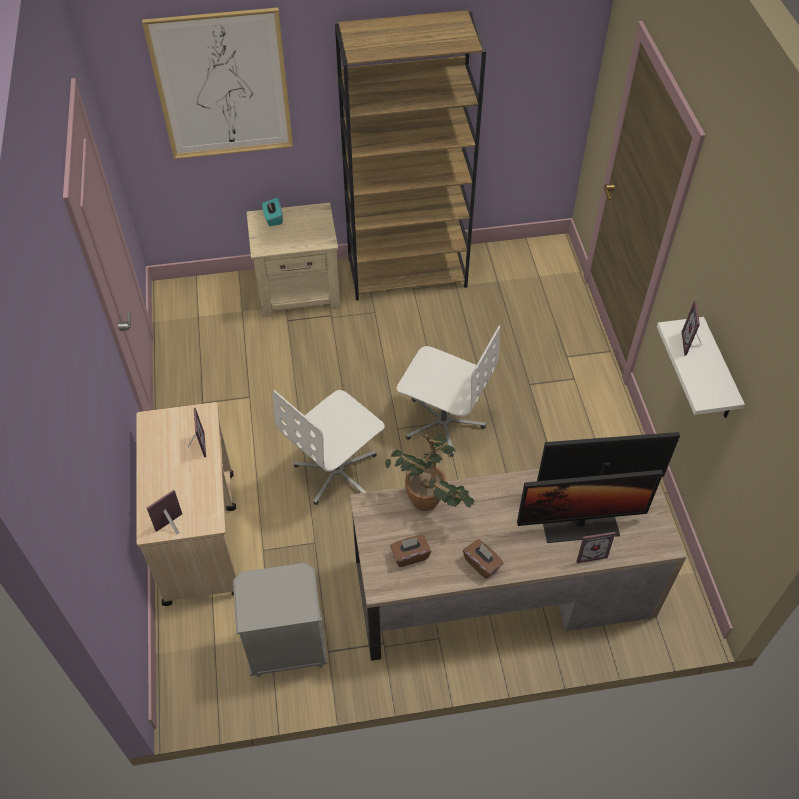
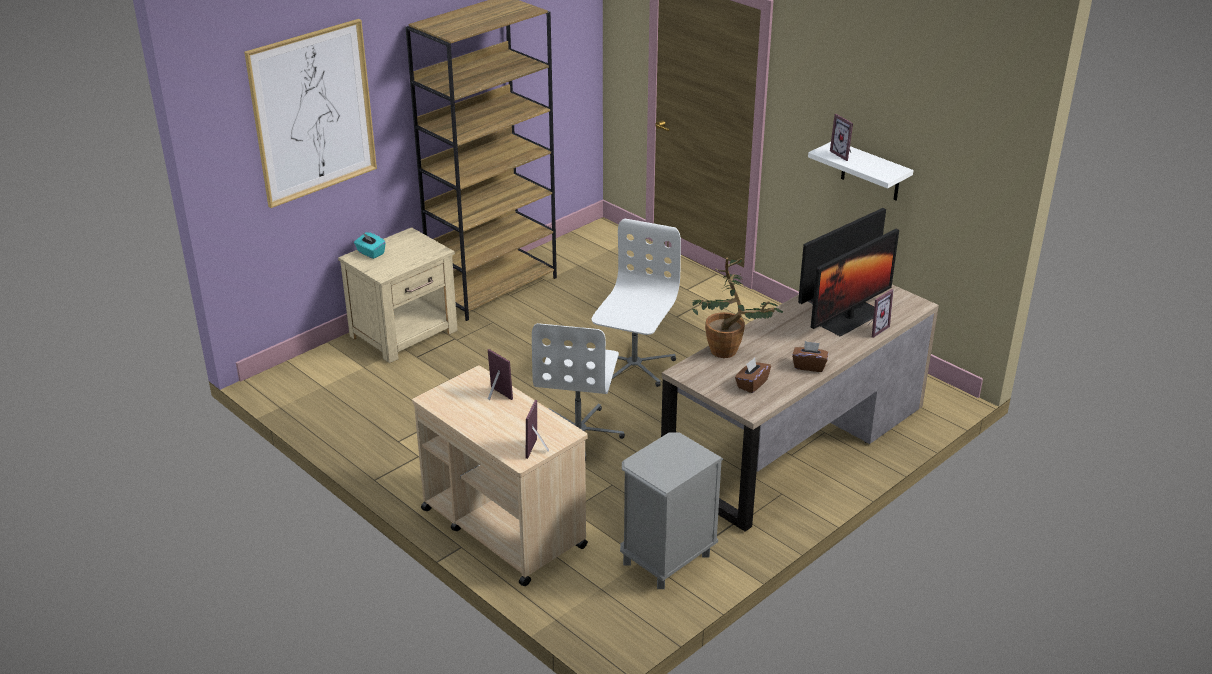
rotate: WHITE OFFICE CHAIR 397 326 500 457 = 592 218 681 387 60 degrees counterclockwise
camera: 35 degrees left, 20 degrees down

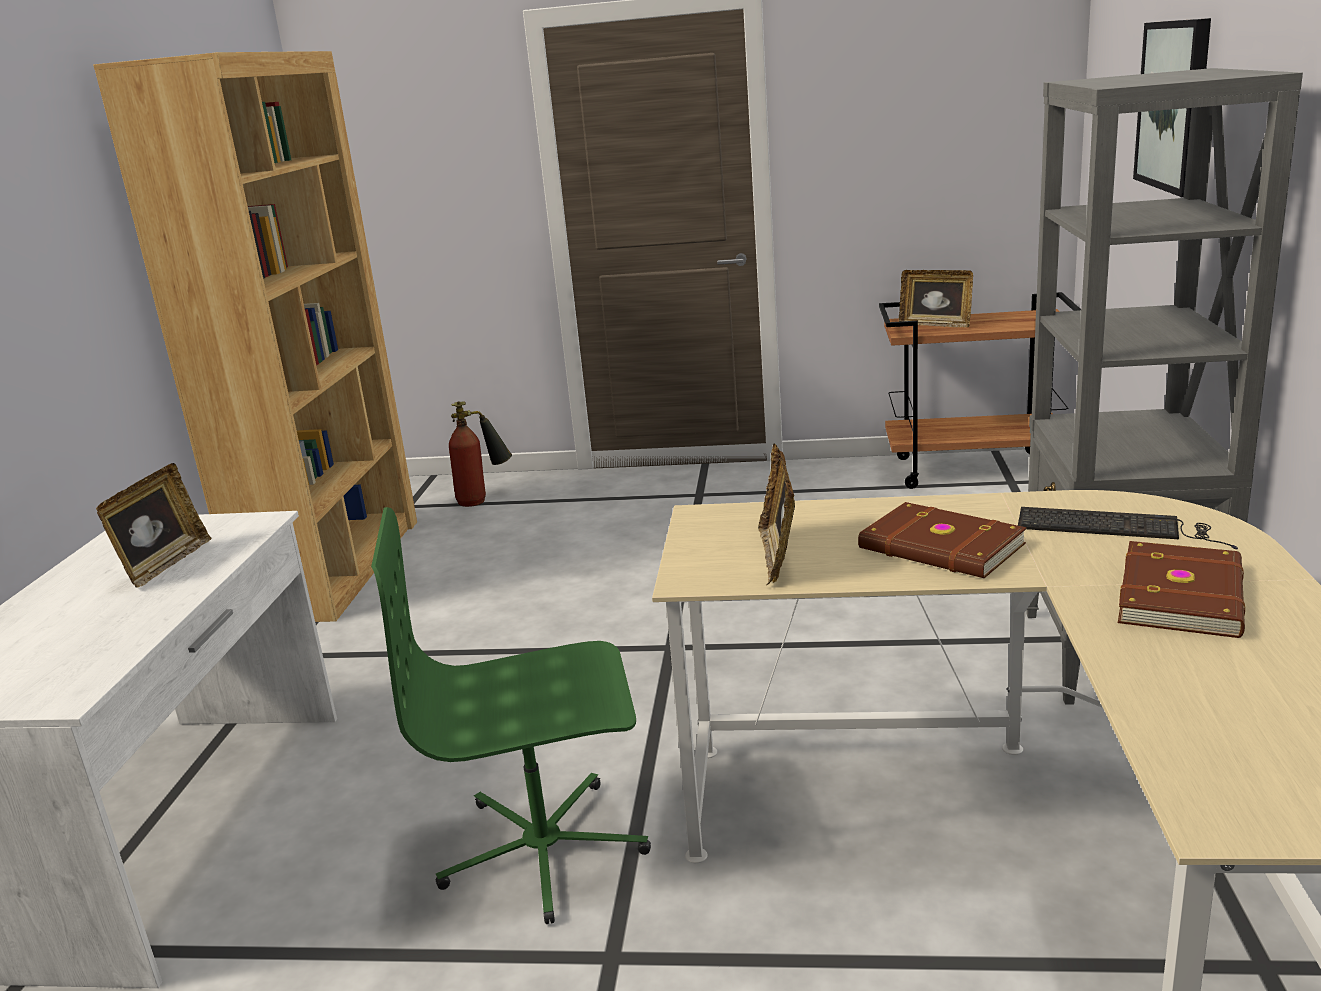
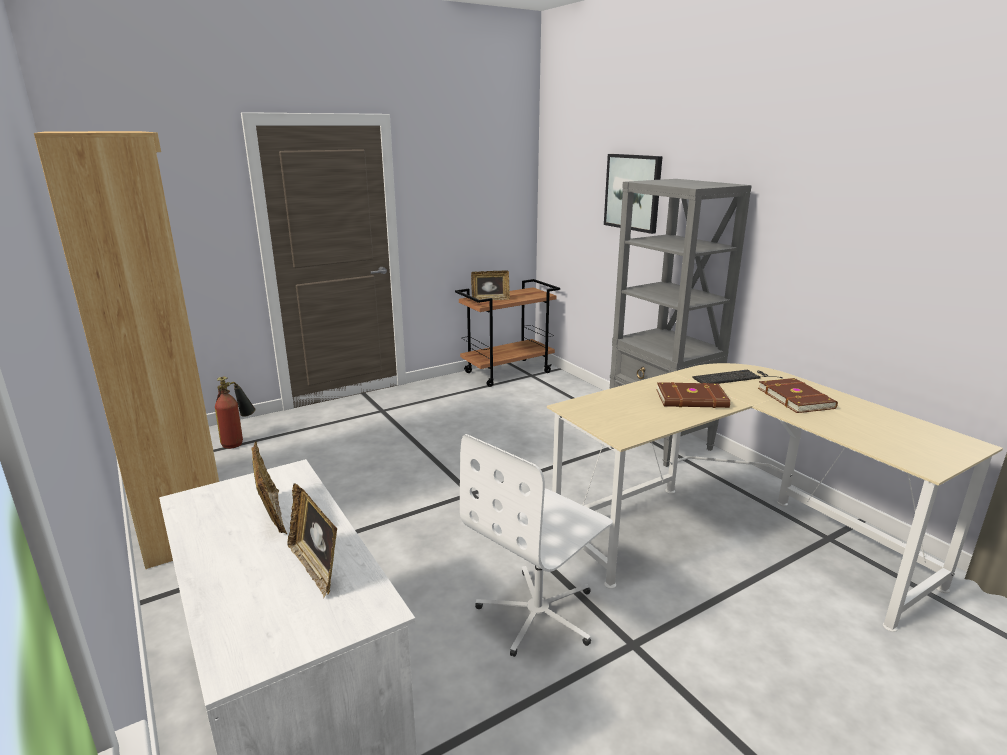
move: PICTURE FRAME 758 443 795 585 to 287 483 337 598
recolor: GREEN OFFICE CHAIR 371 507 651 924 to WHITE OFFICE CHAIR 460 434 613 657
camera: 40 degrees left, 0 degrees up

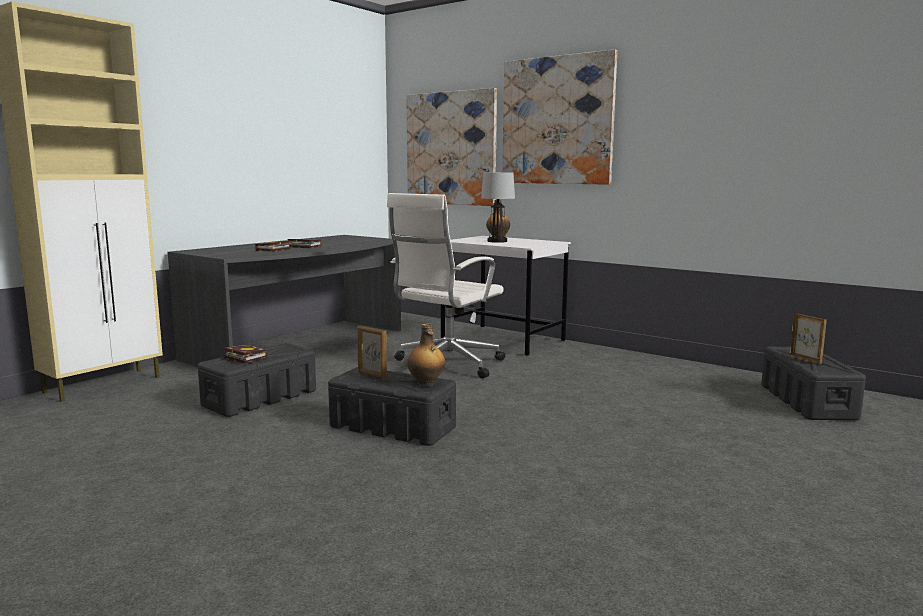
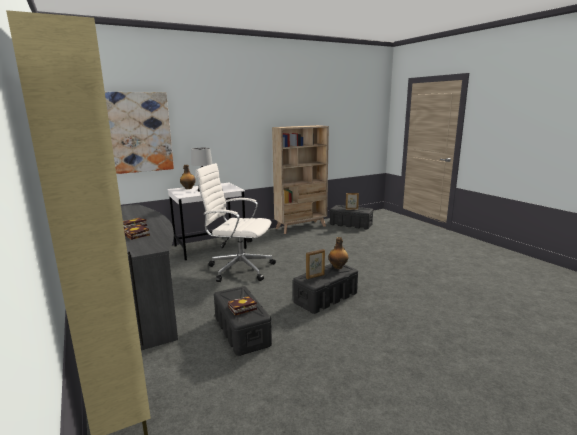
delete: PICTURE 502 49 617 185
insert: BEIGE BOOKCASE 272 125 329 234
rotate: WHITE OFFICE CHAIR 387 193 505 379 = 196 163 276 282 135 degrees clockwise
camera: 65 degrees left, 5 degrees up

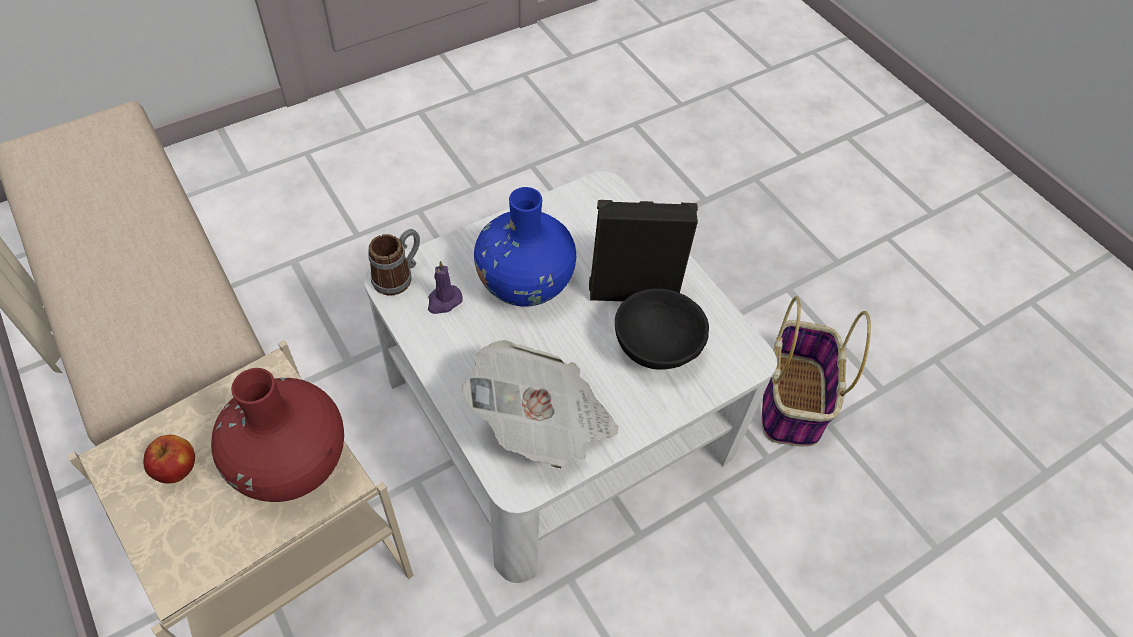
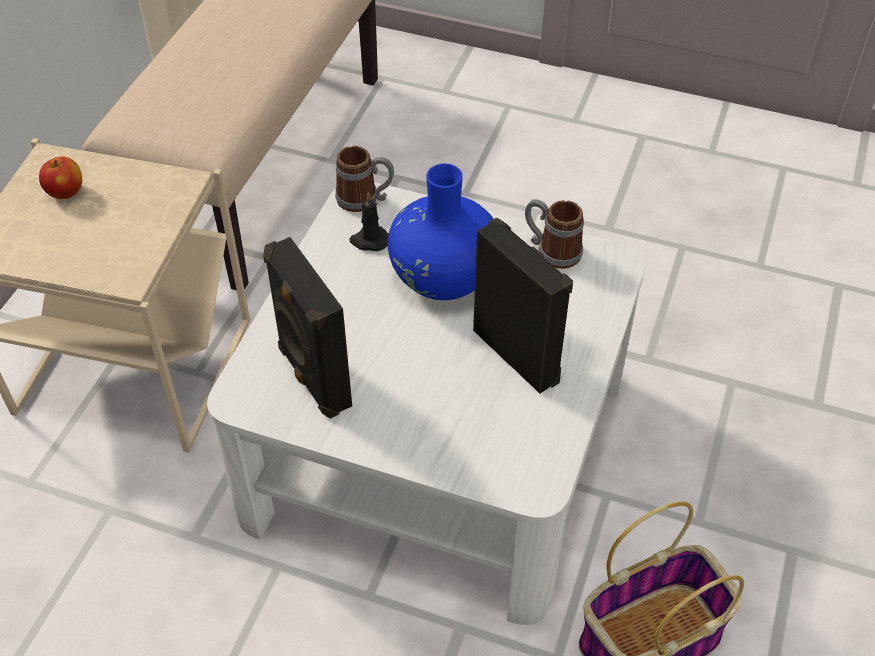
delete: RED VASE 211 368 344 502; BLACK BOWL 615 288 709 370
insert: MUG 525 199 584 269
replace: NEWSPAPER 462 340 618 469 to BLACK SPEAKER 263 237 352 419
recolor: PURPLE CANDLE 428 261 463 314 to BLACK CANDLE 349 192 389 251
camera: 55 degrees right, 5 degrees down

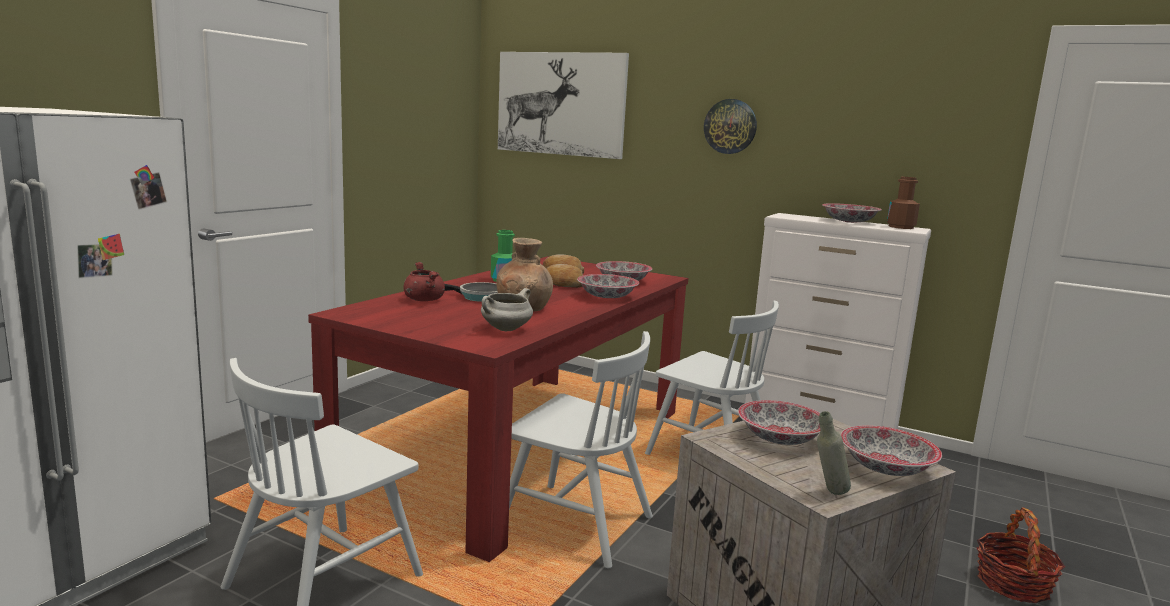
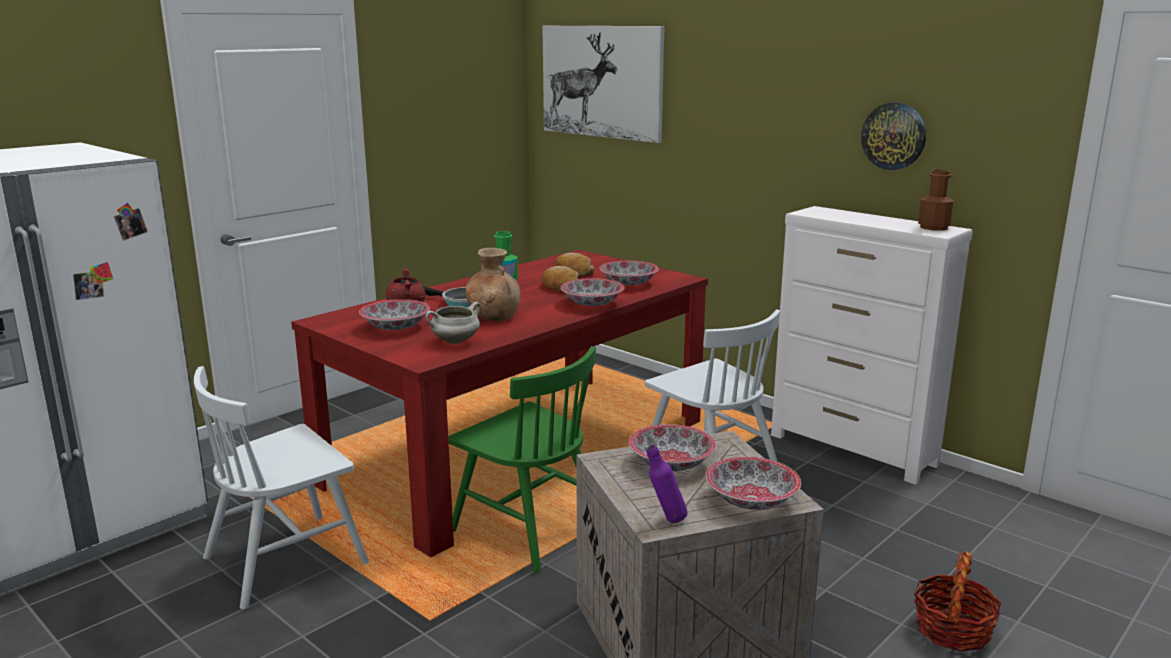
move: WALL CLOCK 704 99 757 154 to 861 103 926 170; BOWL 822 203 882 223 to 359 299 430 330
recolor: WHITE CHAIR 509 331 653 569 to GREEN CHAIR 448 346 596 573; GREY BOTTLE 817 411 851 495 to PURPLE BOTTLE 647 445 687 523
camera: 15 degrees right, 5 degrees up

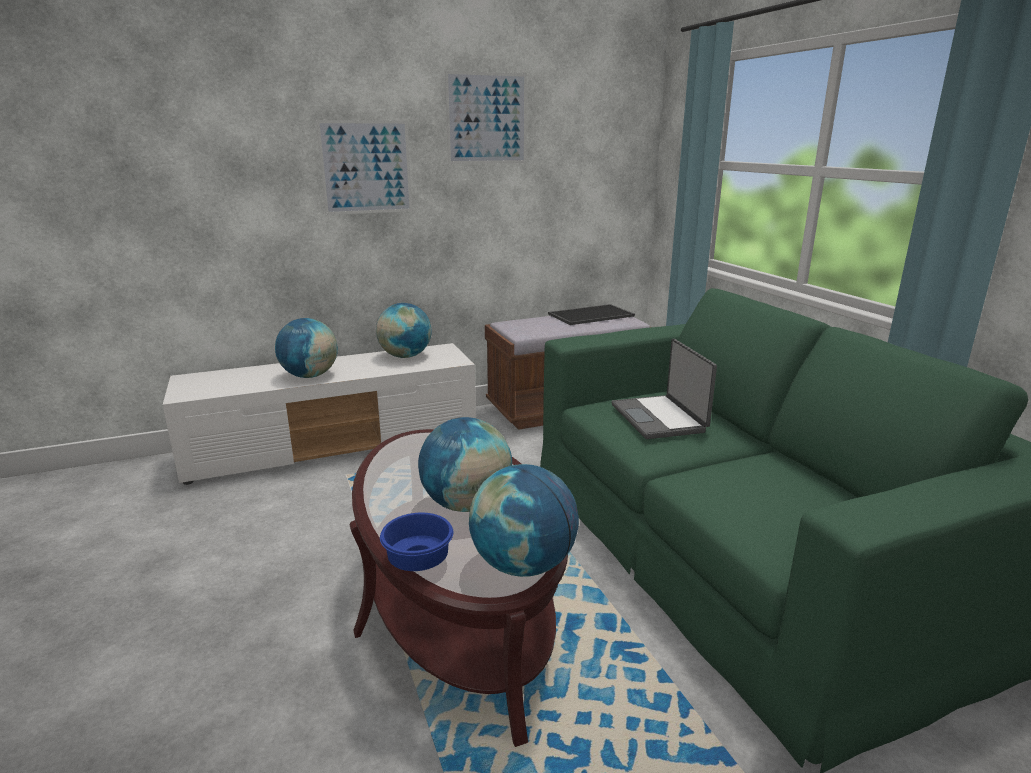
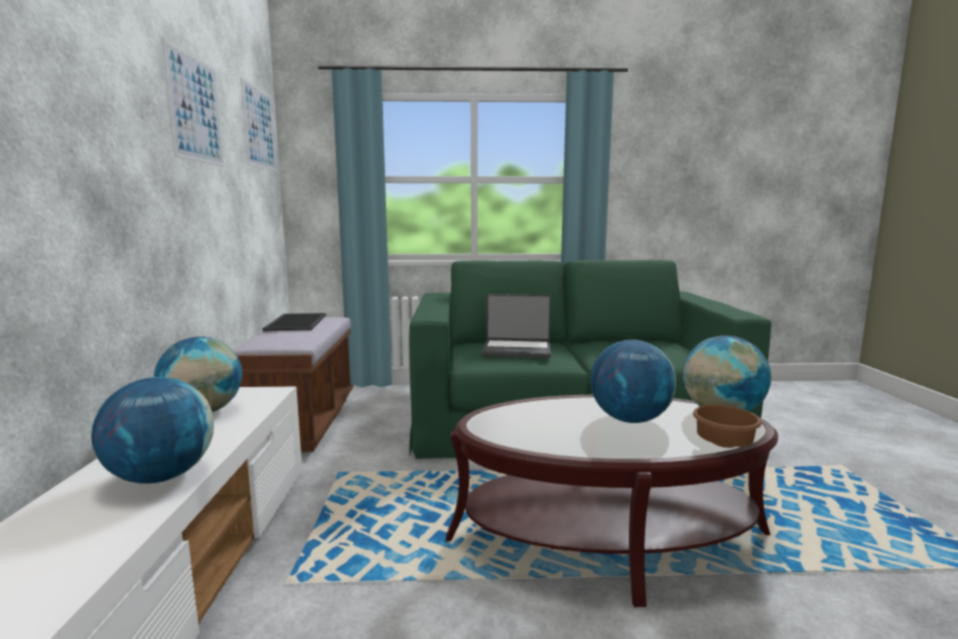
move: PICTURE 316 120 412 215 to 240 77 277 172
recolor: BLUE BOWL 380 513 453 571 to BROWN BOWL 693 405 762 448
camera: 70 degrees left, 10 degrees down

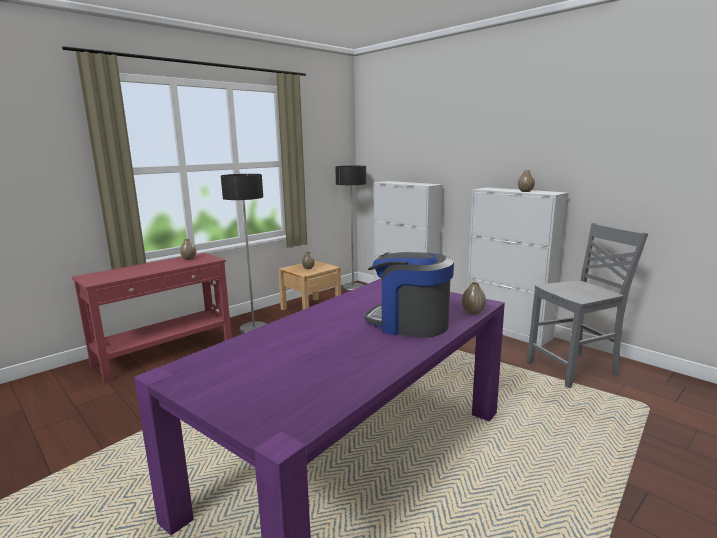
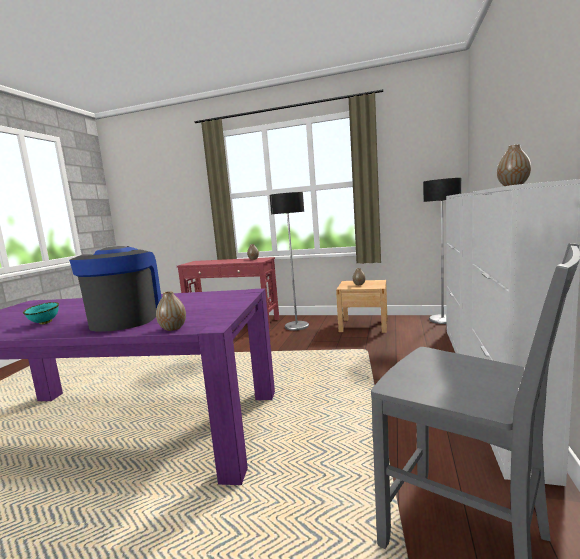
insert: TURQUOISE BOWL 23 302 59 325
camera: 60 degrees right, 5 degrees down

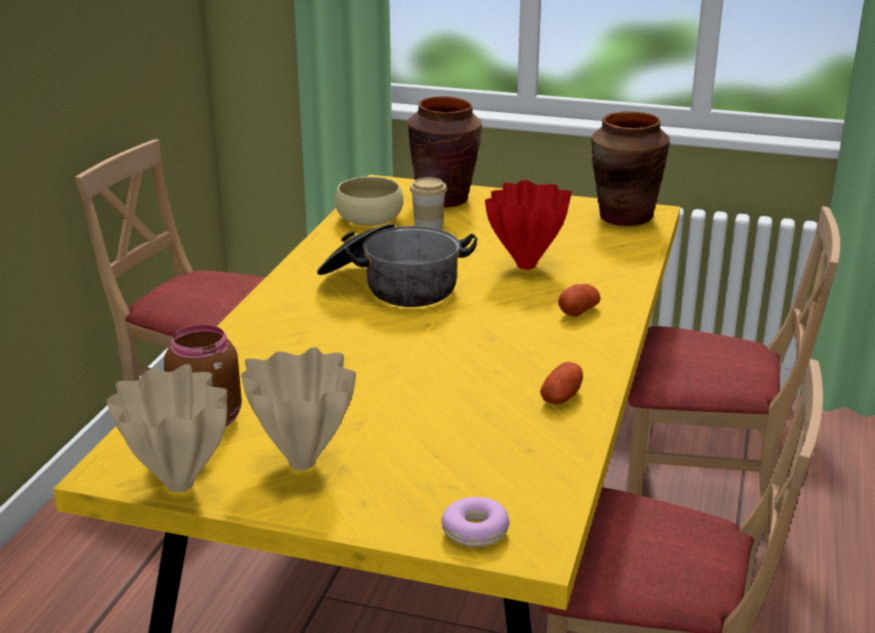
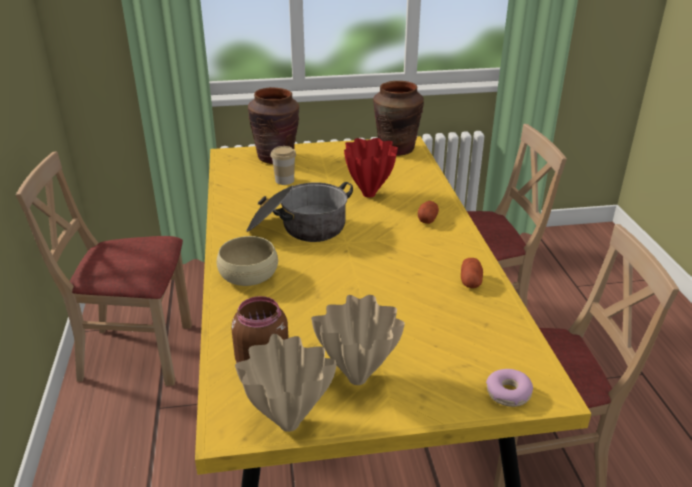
move: BEIGE BOWL 335 177 403 226 to 217 236 278 286
camera: 25 degrees left, 5 degrees up

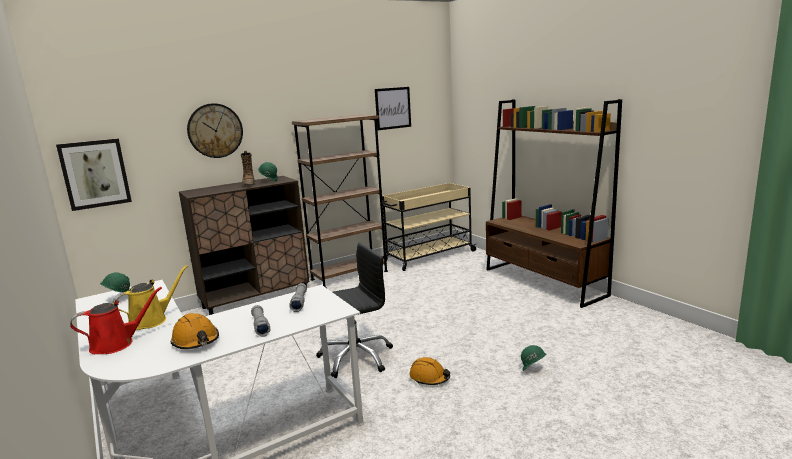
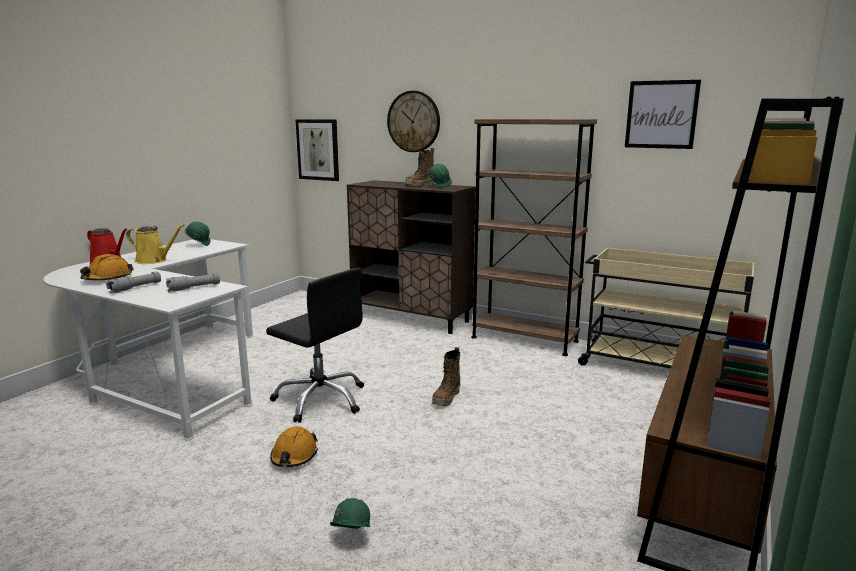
insert: BOOT 432 347 460 406
camera: 60 degrees right, 0 degrees up

